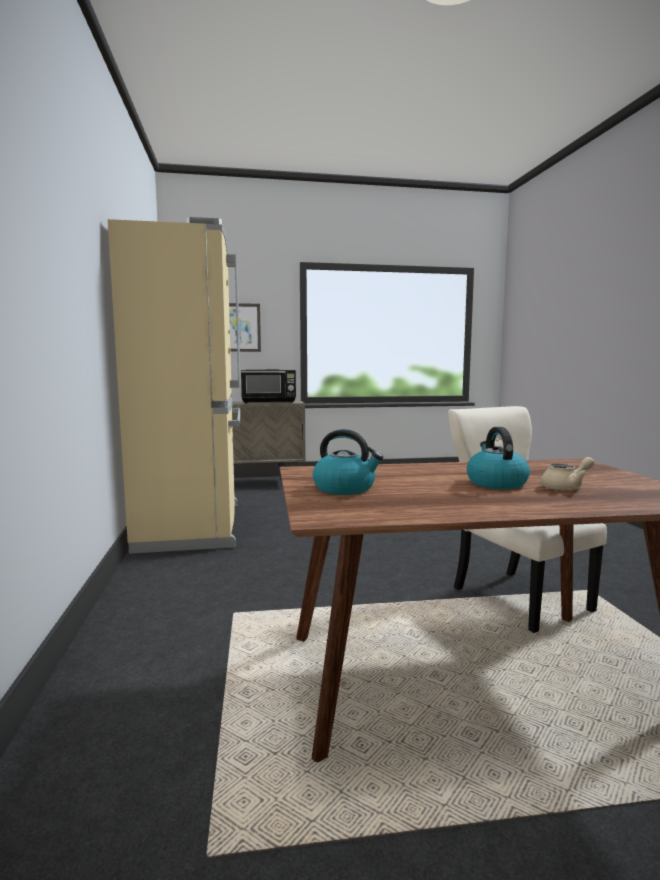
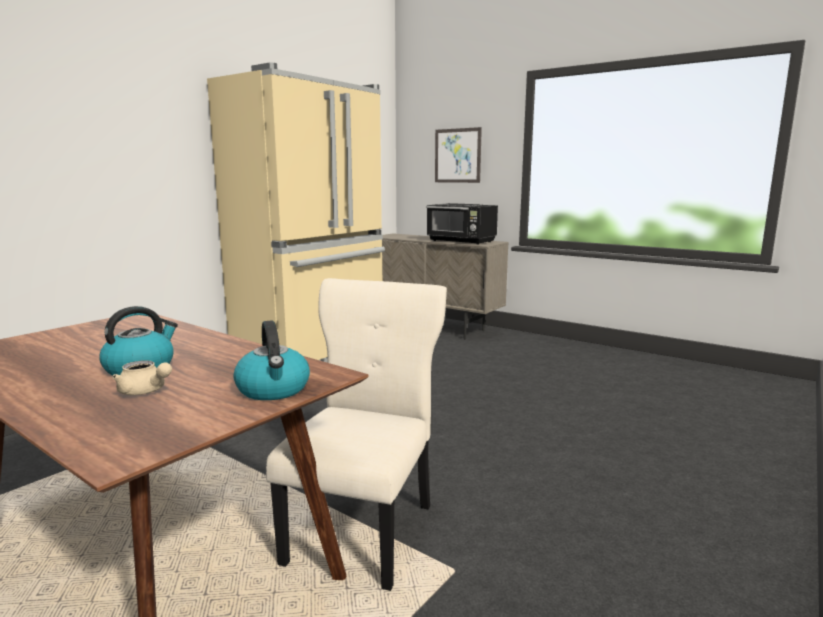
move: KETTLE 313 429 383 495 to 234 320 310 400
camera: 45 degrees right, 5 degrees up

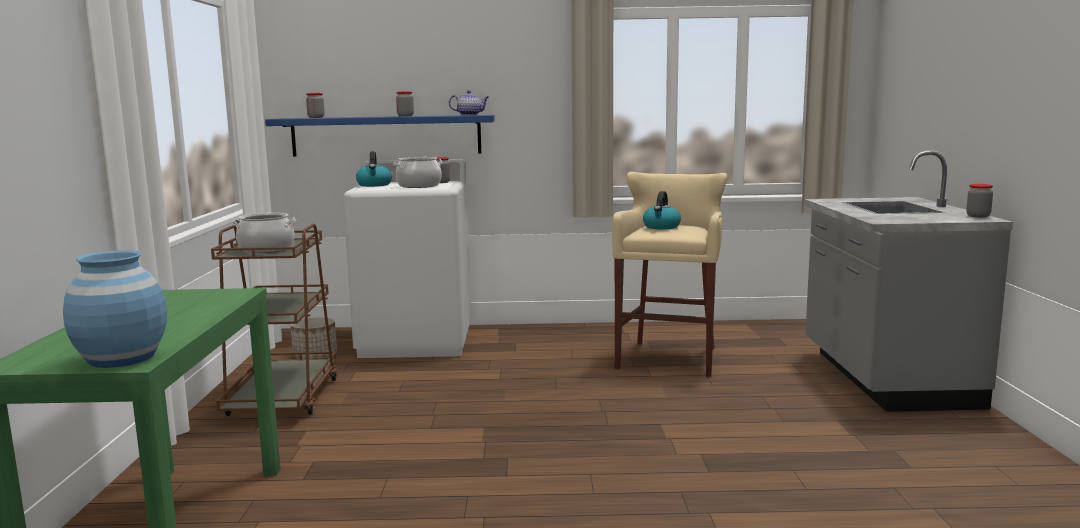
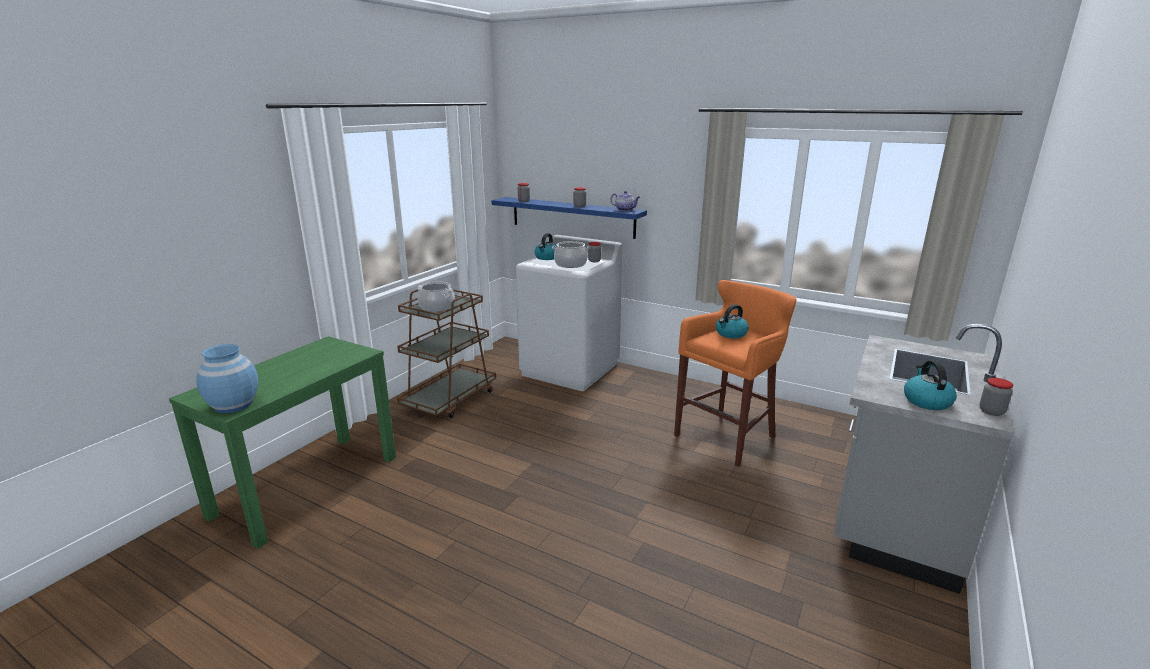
delete: PLANTER 290 317 337 359
insert: KETTLE 904 360 957 410
recolor: BEIGE STOOL 612 172 727 377 to ORANGE STOOL 674 280 797 467
camera: 30 degrees right, 10 degrees up

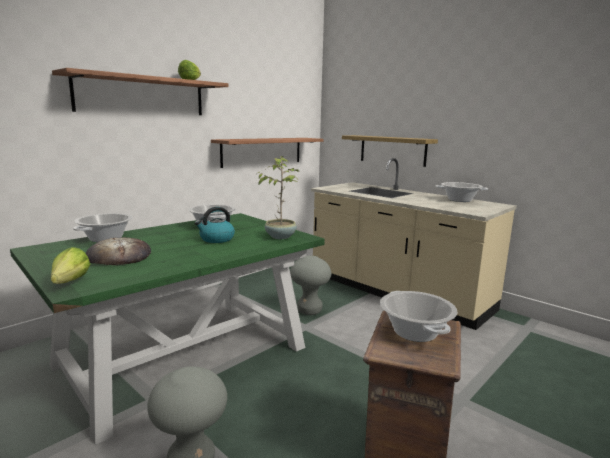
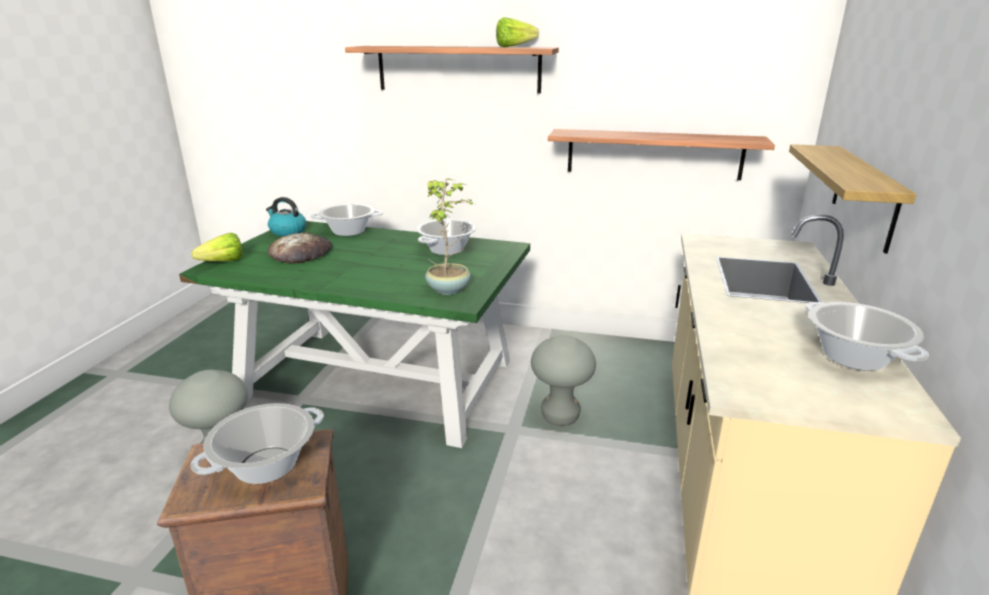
move: KETTLE 195 207 235 243 to 266 197 306 236
camera: 60 degrees right, 10 degrees up

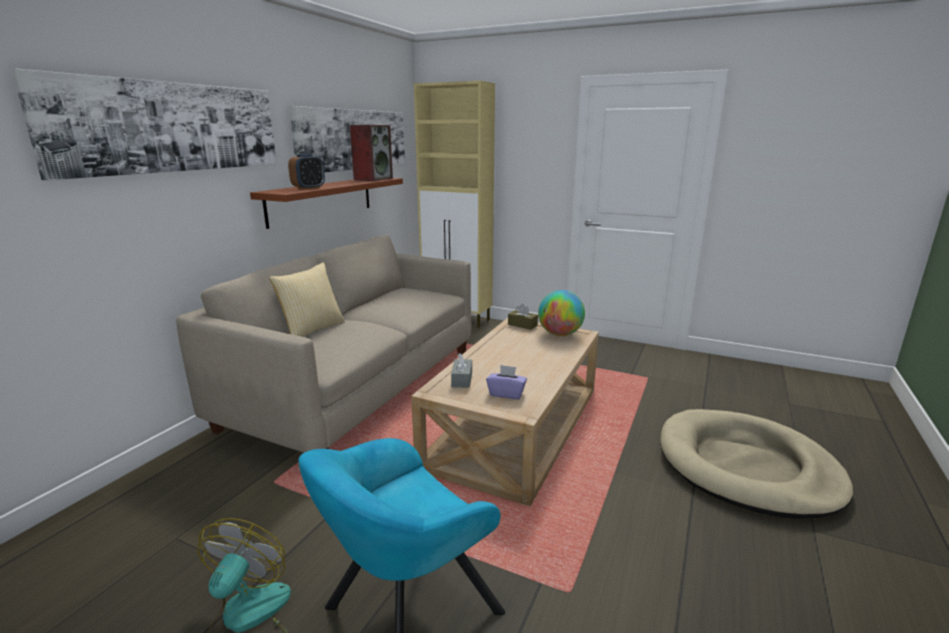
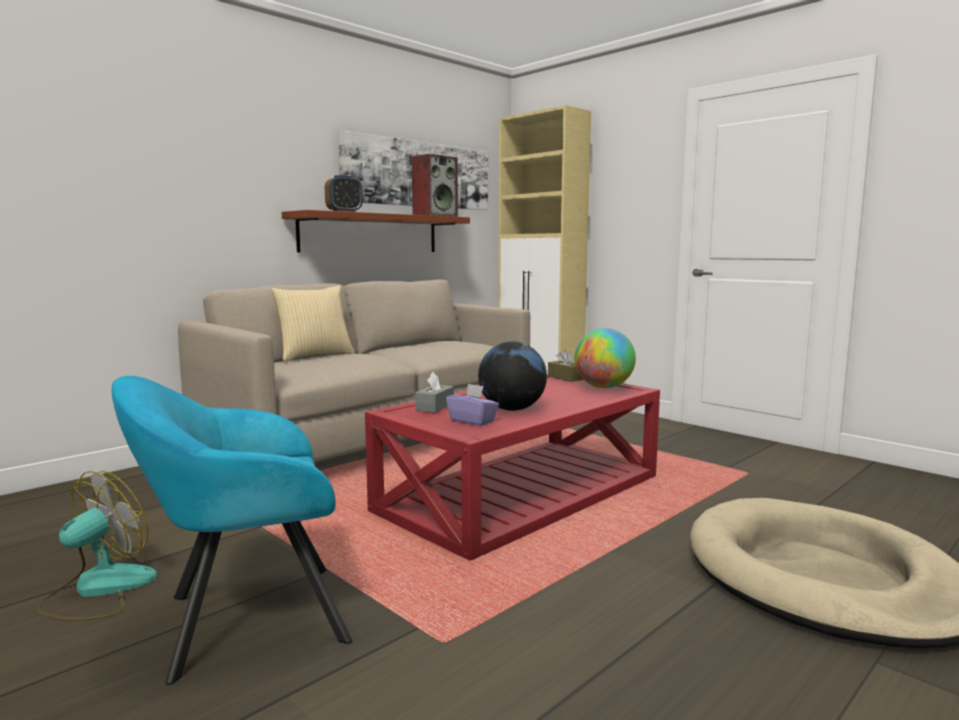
delete: PICTURE 11 68 277 180
insert: GLOBE 478 341 547 411
recolor: BEIGE COFFEE TABLE 411 318 599 506 to RED COFFEE TABLE 365 374 660 561
camera: 20 degrees right, 10 degrees down

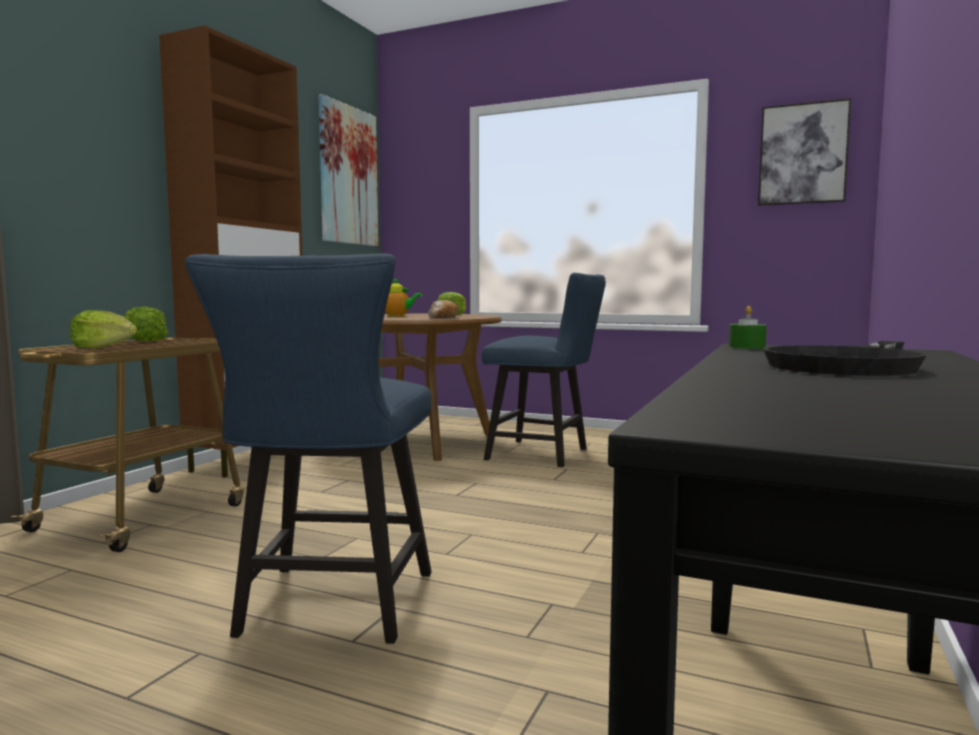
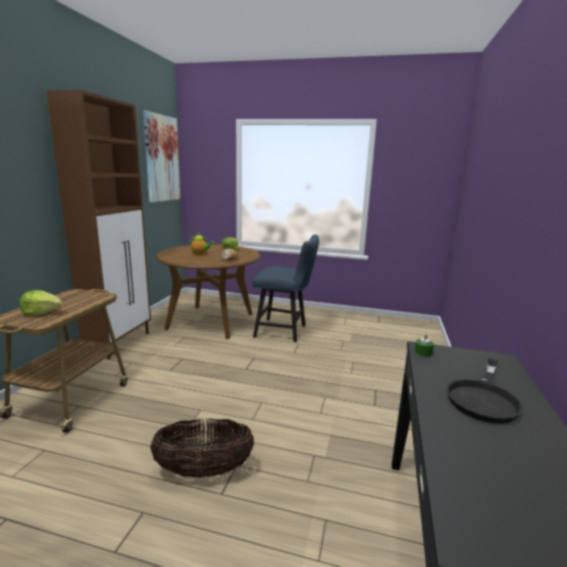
delete: LETTUCE 124 307 168 341; PICTURE 758 98 851 206
replace: BLUE CHAIR 185 253 431 644 to BASKET 150 418 254 478
camera: 10 degrees left, 10 degrees up

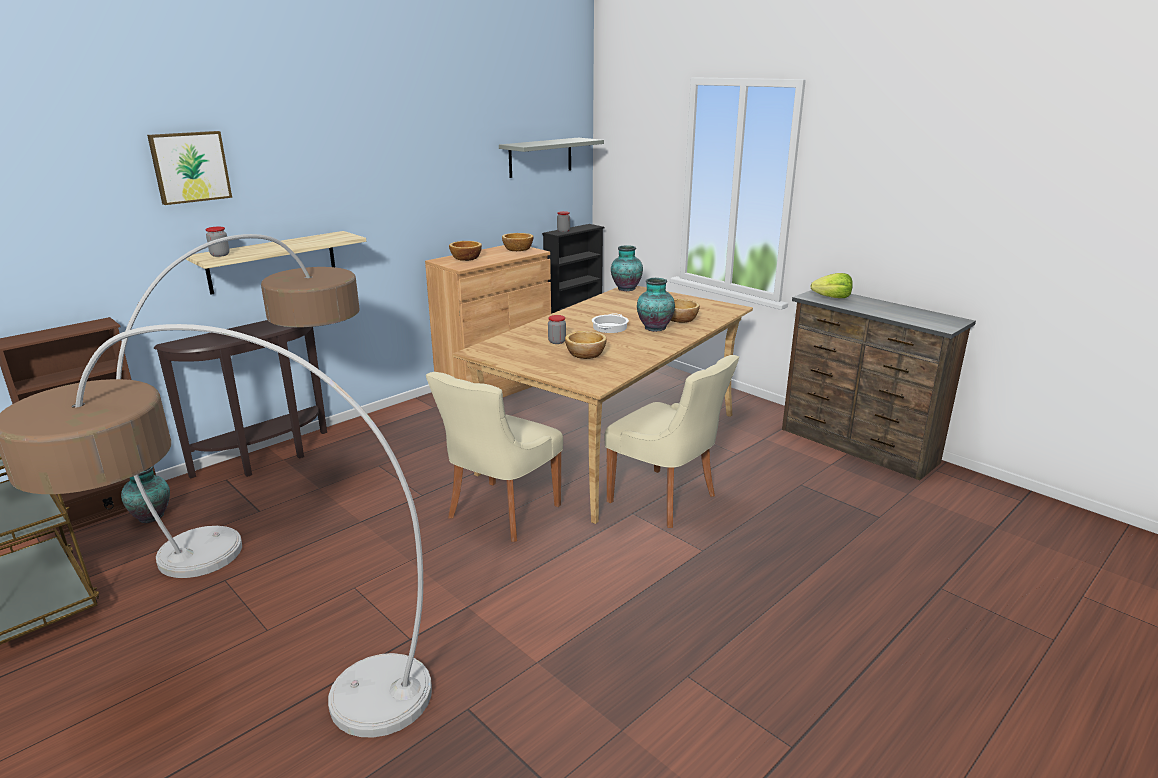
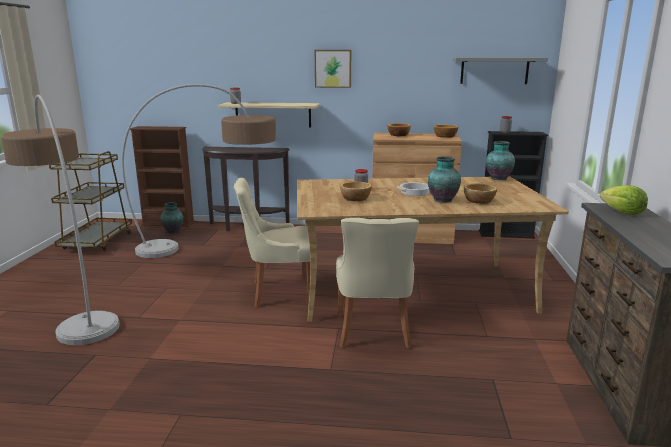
move: PICTURE 147 131 232 205 to 315 50 351 88
camera: 50 degrees right, 5 degrees down

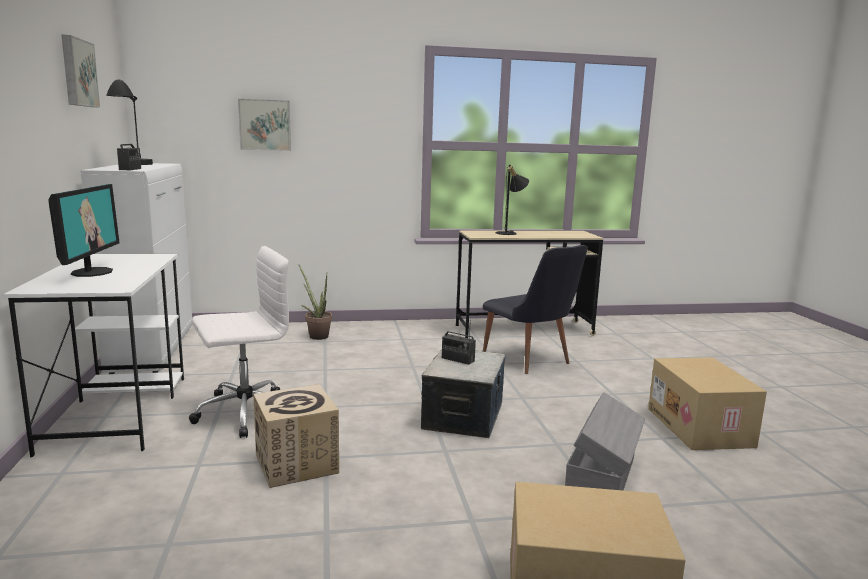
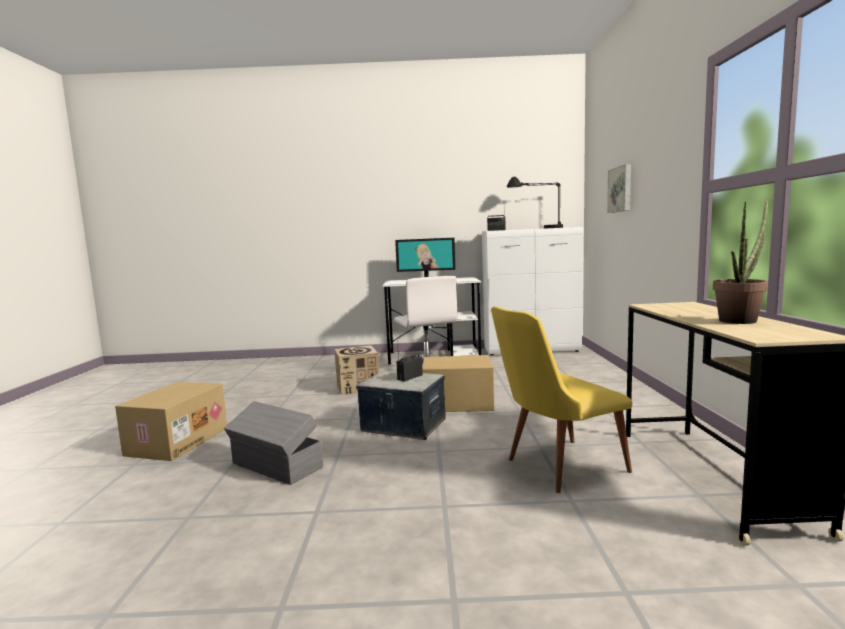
delete: PICTURE 62 35 100 107; BLACK TABLE LAMP 495 165 529 235
move: POTTED PLANT 299 265 332 340 to 713 200 768 324; CARDBOARD BOX 648 357 767 450 to 422 355 494 412
recolor: BLACK CHAIR 483 245 588 374 to YELLOW CHAIR 491 306 632 493
camera: 100 degrees right, 5 degrees down

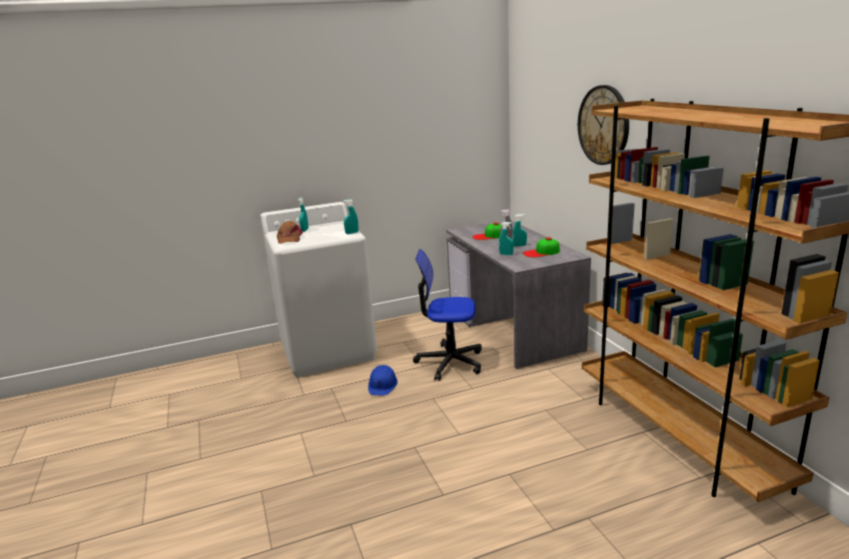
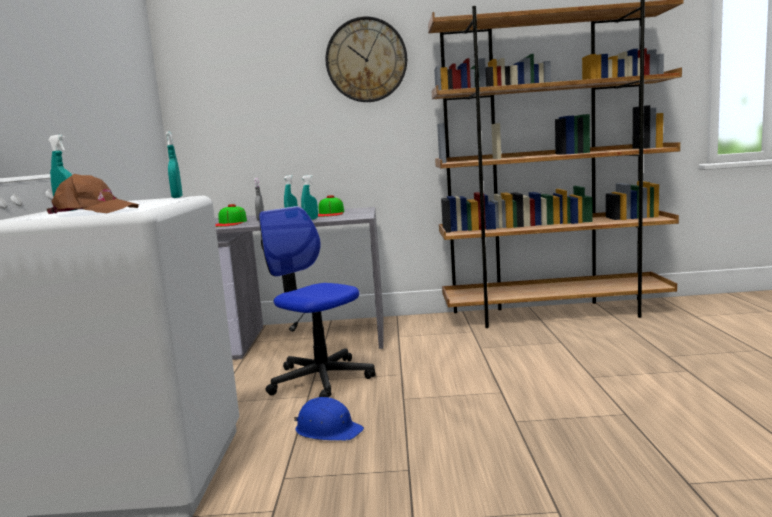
rotate: OFFICE CHAIR 413 249 482 381 = 259 206 376 397 105 degrees clockwise
camera: 70 degrees left, 10 degrees down

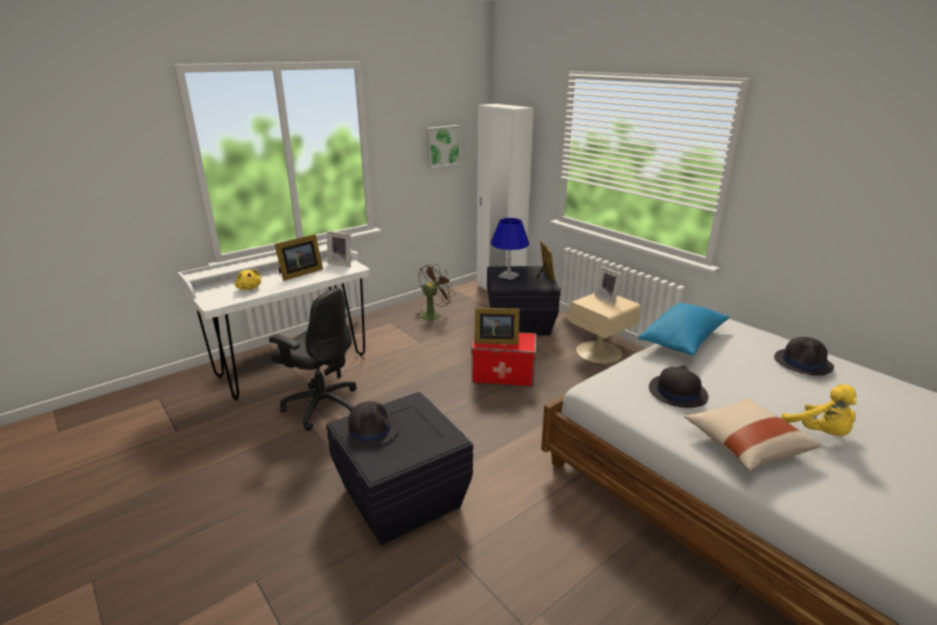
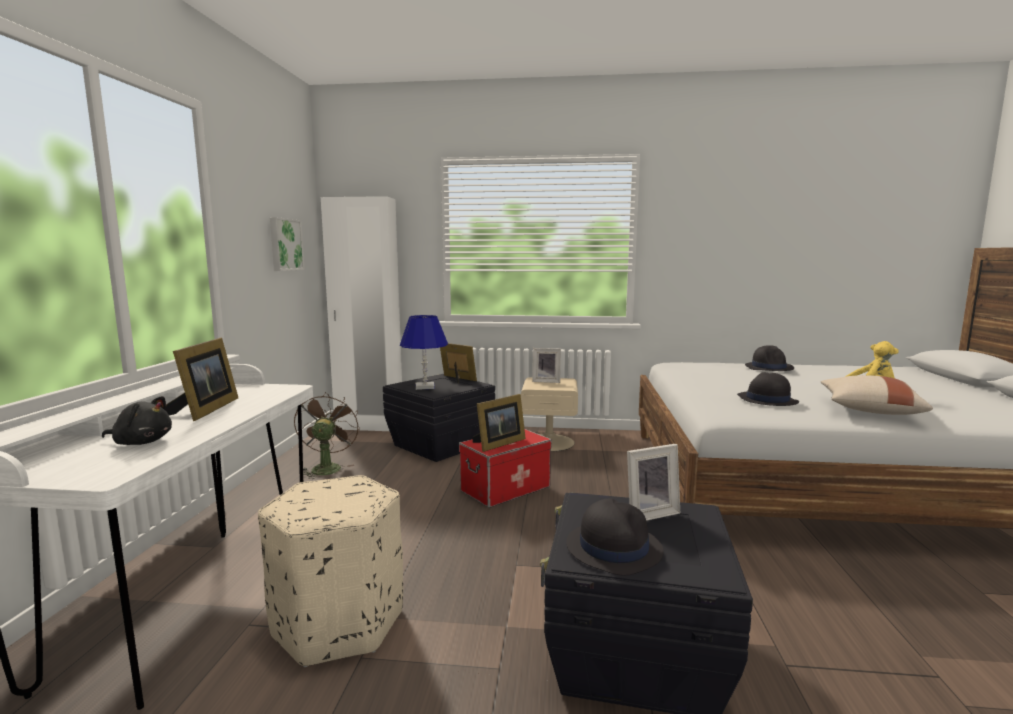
delete: BLUE PILLOW 638 303 729 356
move: PICTURE FRAME 327 231 351 267 to 627 444 680 521
replace: BLACK OFFICE CHAIR 269 288 356 431 to BEIGE OTTOMAN 258 475 403 667
recolor: YELLOW PLUSH TOY 235 269 261 290 to BLACK PLUSH TOY 102 396 172 445
camera: 45 degrees left, 15 degrees down

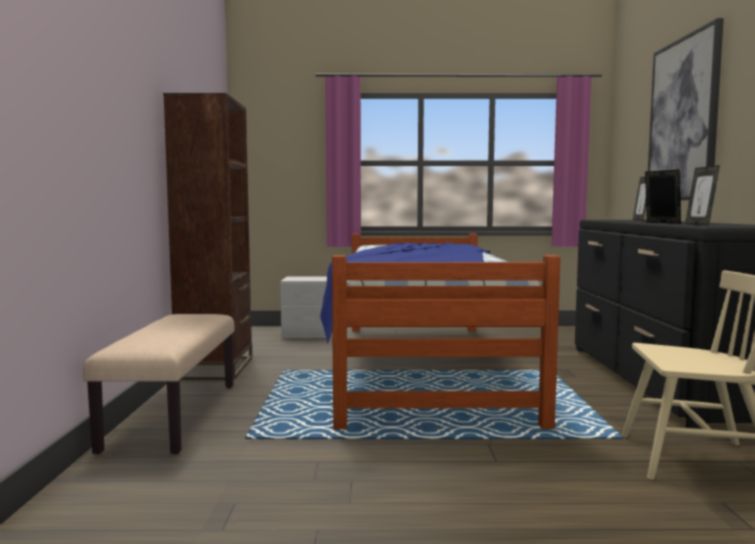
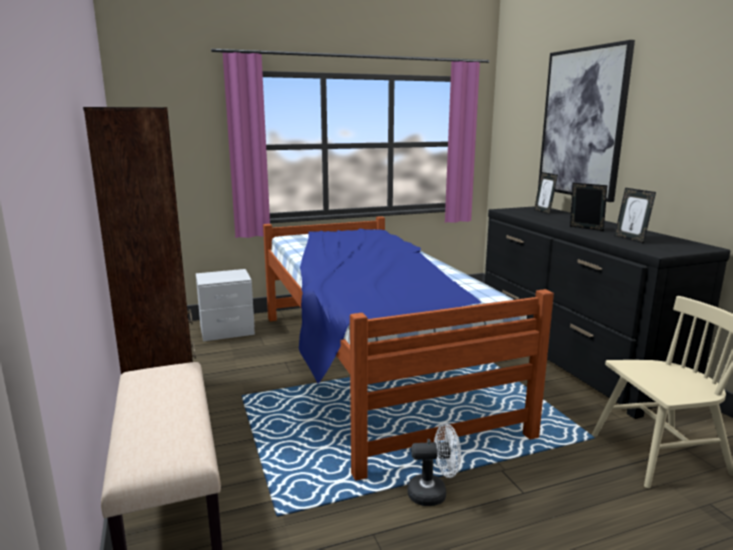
insert: WHITE FAN 408 423 461 506
camera: 20 degrees left, 10 degrees up

